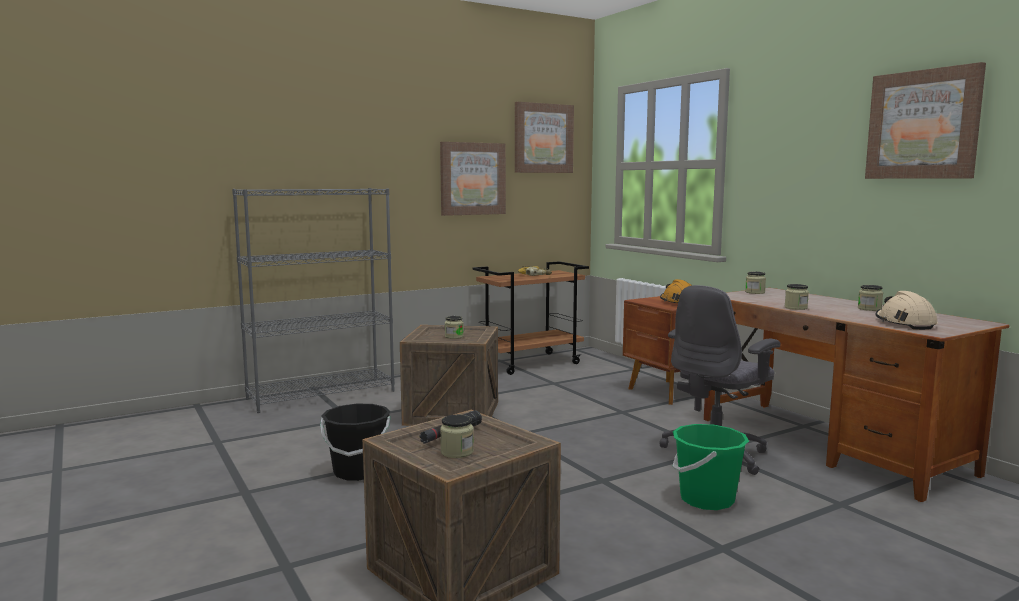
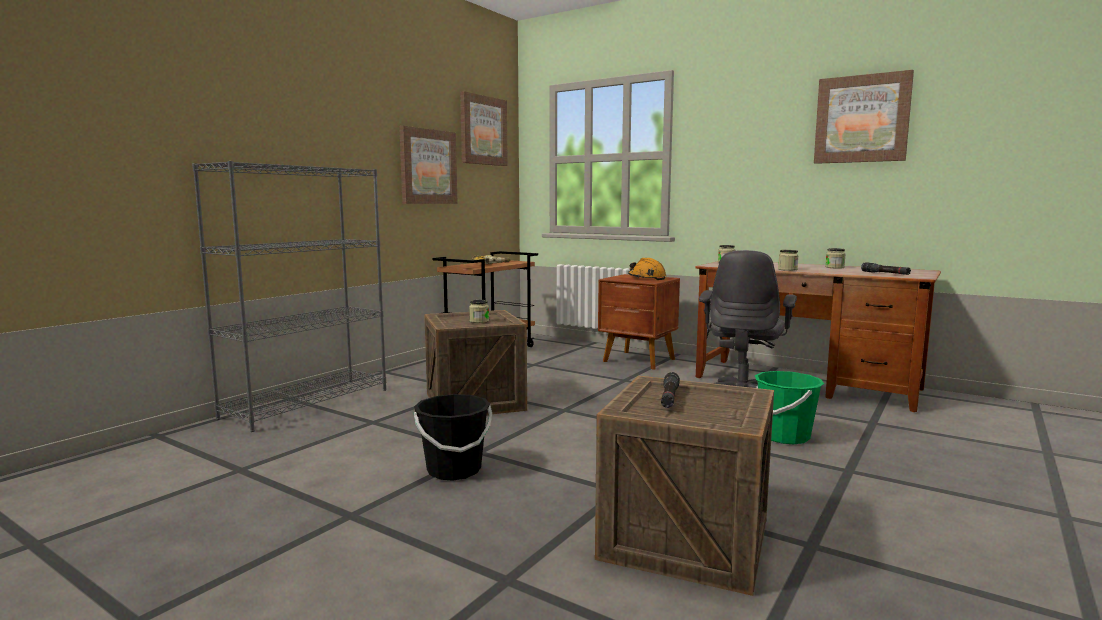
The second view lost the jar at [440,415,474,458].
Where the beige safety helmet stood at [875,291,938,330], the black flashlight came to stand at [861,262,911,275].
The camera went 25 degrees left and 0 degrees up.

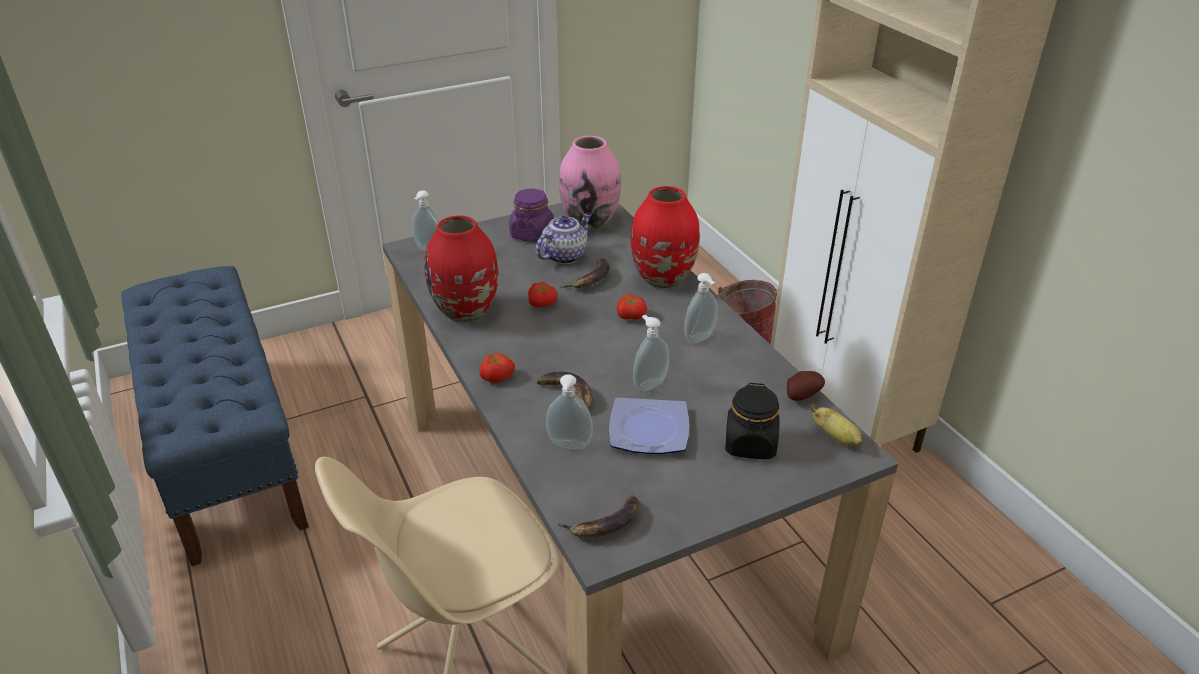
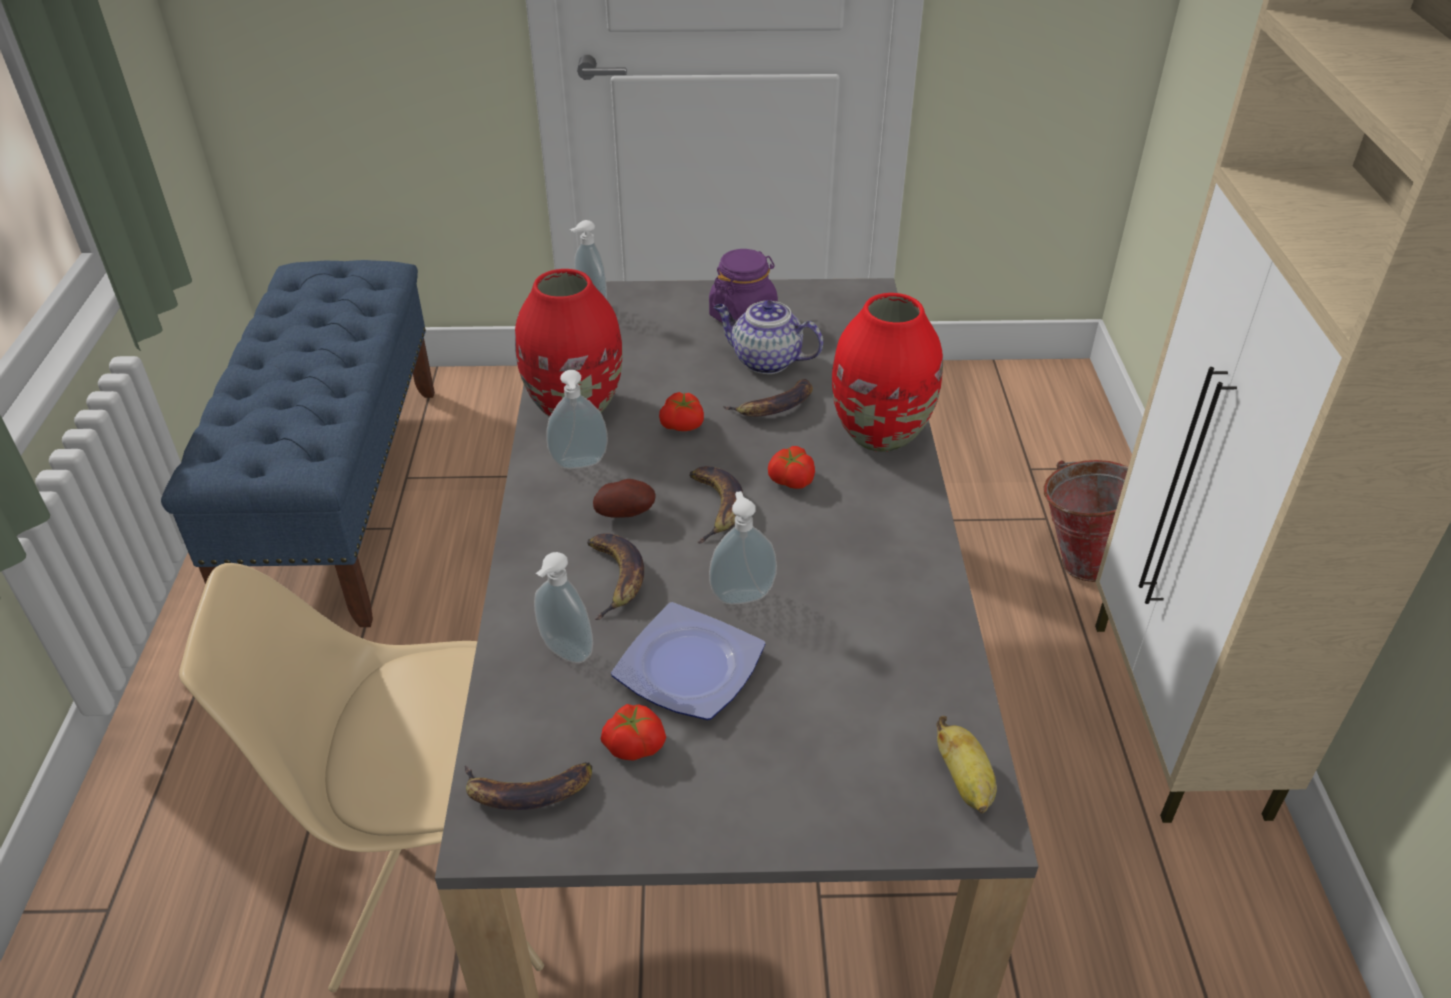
The second view lost the pinkish decorative vase at [559,136,621,230].
The second view lost the black jar at [725,383,780,459].
The second view gained the banana at [689,466,744,543].
The tomato ended up elsewhere, having gone from [479,353,515,383] to [600,704,666,761].
The soap bottle ended up elsewhere, having gone from [684,273,718,343] to [546,370,608,469].
The potato ended up elsewhere, having gone from [787,371,825,401] to [593,479,656,518].
The teapot at [536,213,592,264] ended up facing another way, 135 degrees counterclockwise from before.
The camera went 25 degrees right and 5 degrees up.

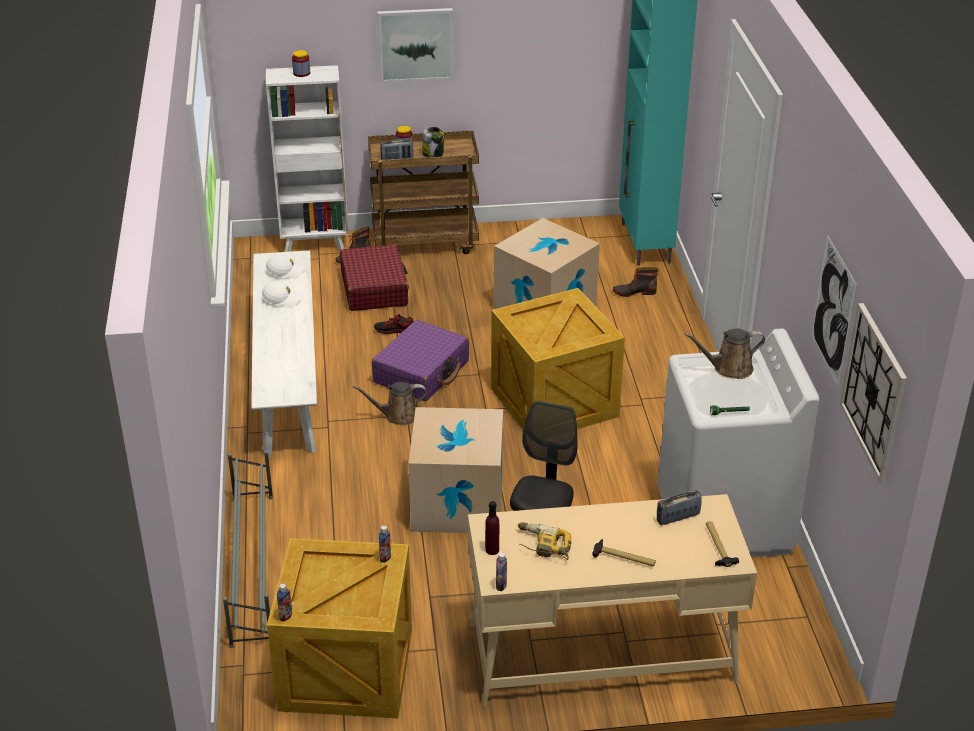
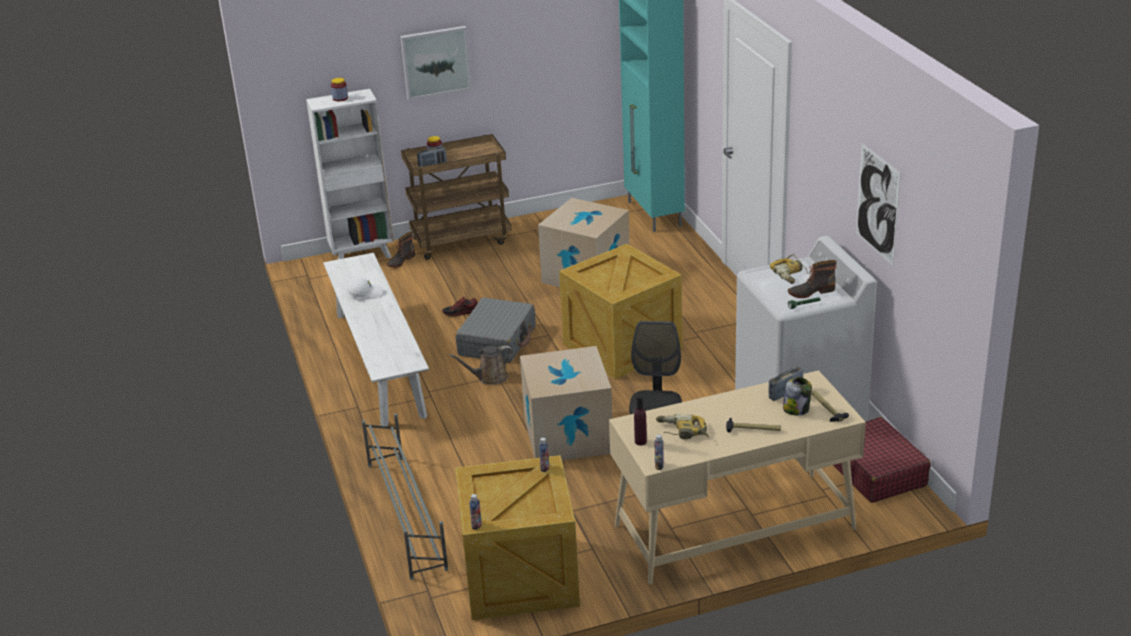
The second view lost the whitish peaked cap at [266,254,306,279].
The second view lost the hanging clock at [840,303,907,483].
The red piece of luggage ended up elsewhere, having gone from [340,244,409,311] to [833,417,931,503].
The jar ended up elsewhere, having gone from [422,127,444,157] to [783,377,812,416].
The boot ended up elsewhere, having gone from [613,267,658,297] to [788,260,837,298].
Where the brownish watering pot stood at [685,328,765,379], the power drill came to stand at [770,254,808,284].
What was the purple-coloured piece of luggage at [372,320,469,401] turned into the greyish piece of luggage at [455,298,536,363].
The camera went 10 degrees left and 5 degrees down.

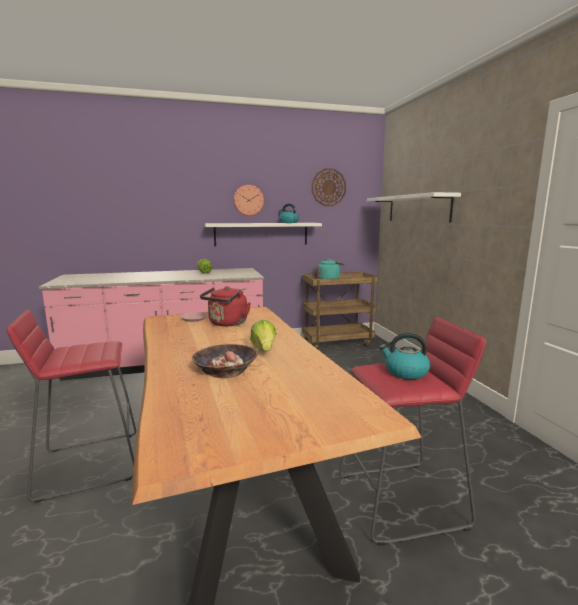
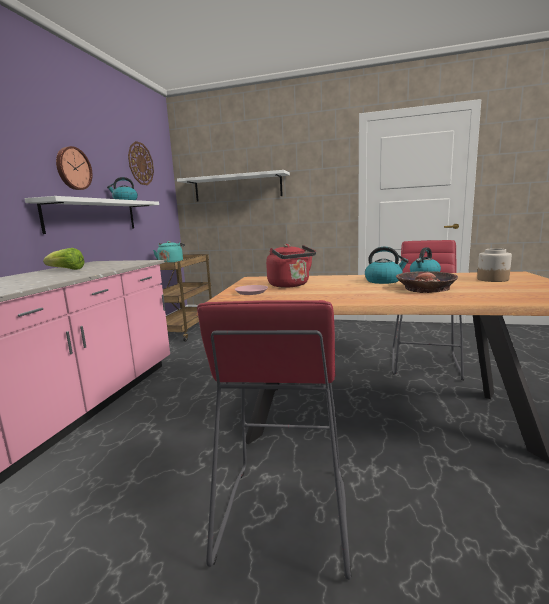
The second view gained the jar at [477,248,512,282].
Where the head of lettuce stood at [250,320,276,351], the water kettle came to stand at [365,247,409,284].
The camera went 60 degrees left and 0 degrees up.

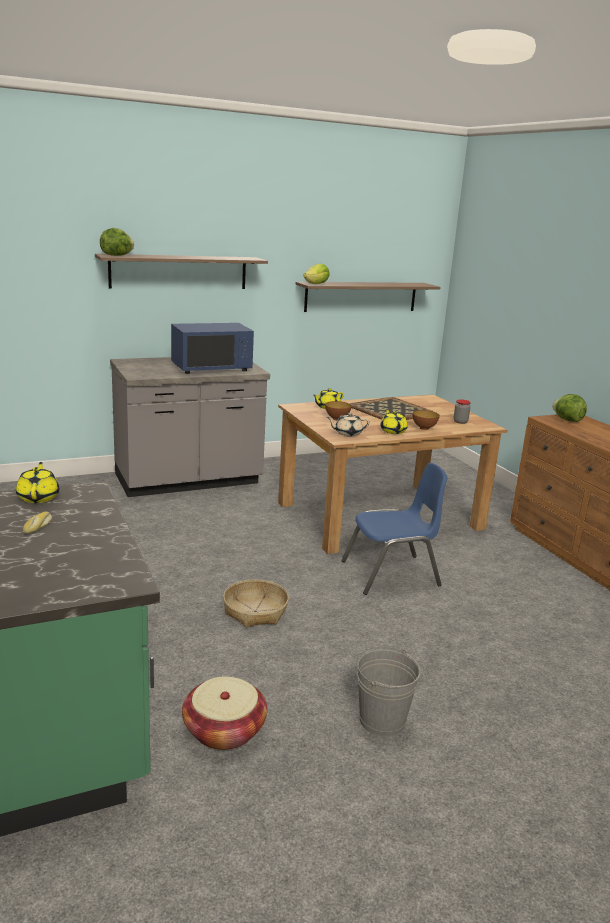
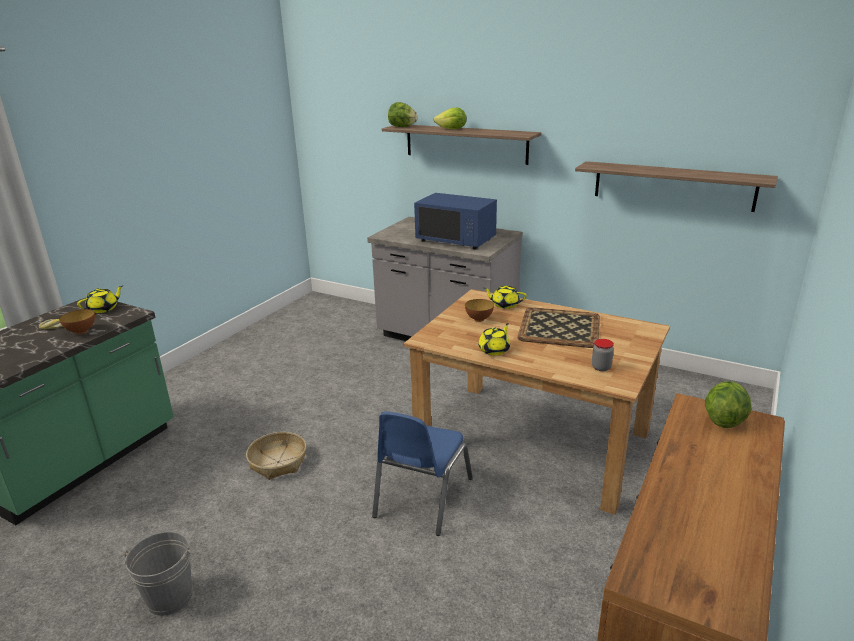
The second view lost the storage basket at [182,676,267,750].
The second view lost the beige teapot at [327,413,370,437].
The head of lettuce ended up elsewhere, having gone from [303,264,330,284] to [433,108,467,129].
The deep dish ended up elsewhere, having gone from [412,410,440,430] to [59,309,95,334].
The blue upright chair at [341,463,447,595] ended up facing another way, 75 degrees clockwise from before.
The camera went 55 degrees right and 5 degrees up.

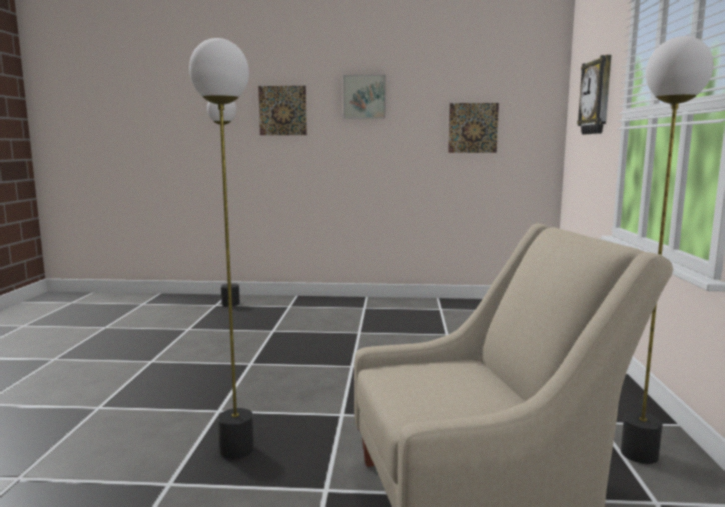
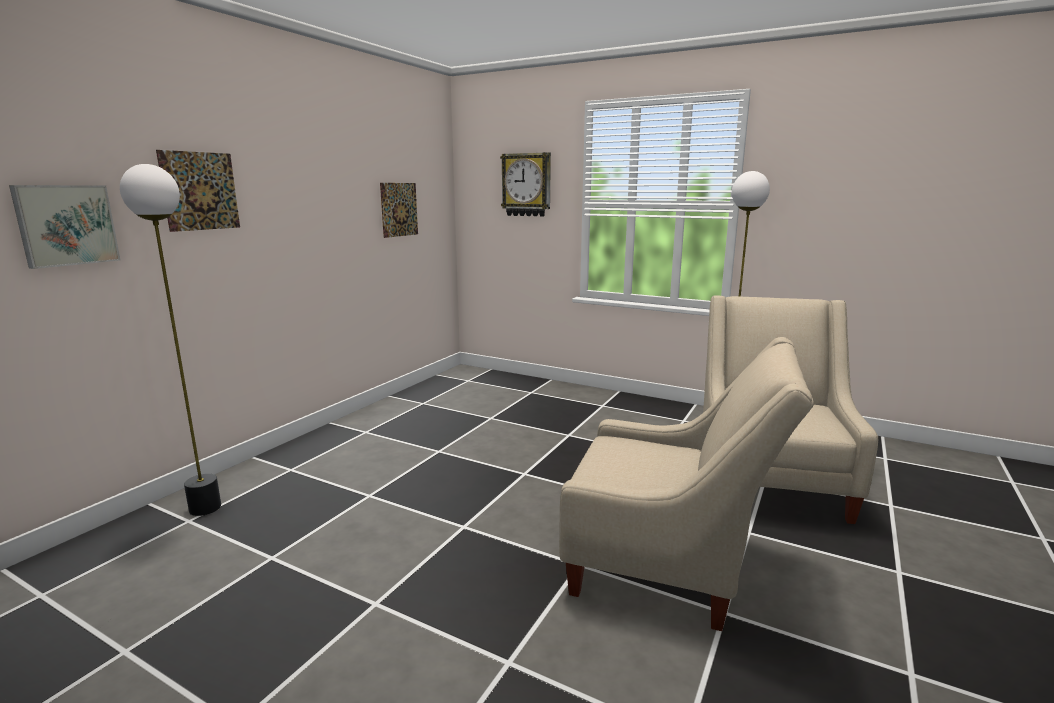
The wall art ended up elsewhere, having gone from [343,75,386,118] to [9,185,120,269].
Where the floor lamp stood at [189,38,254,459], the beige easy chair came to stand at [559,337,814,631].
The camera went 65 degrees left and 5 degrees up.

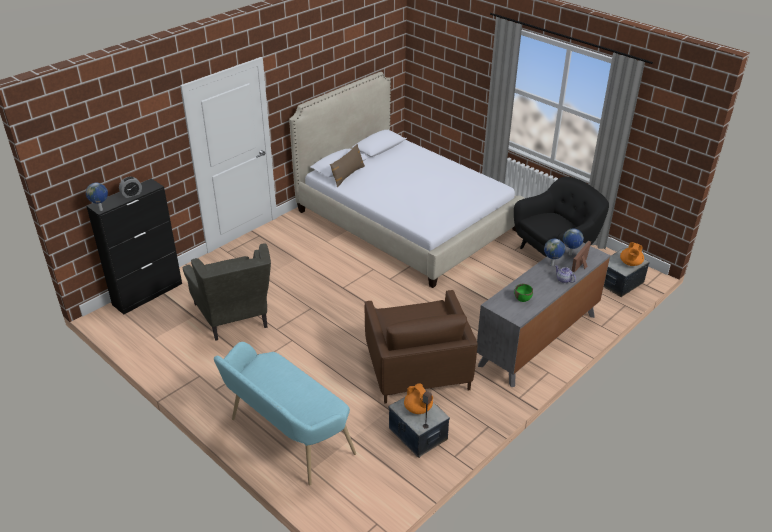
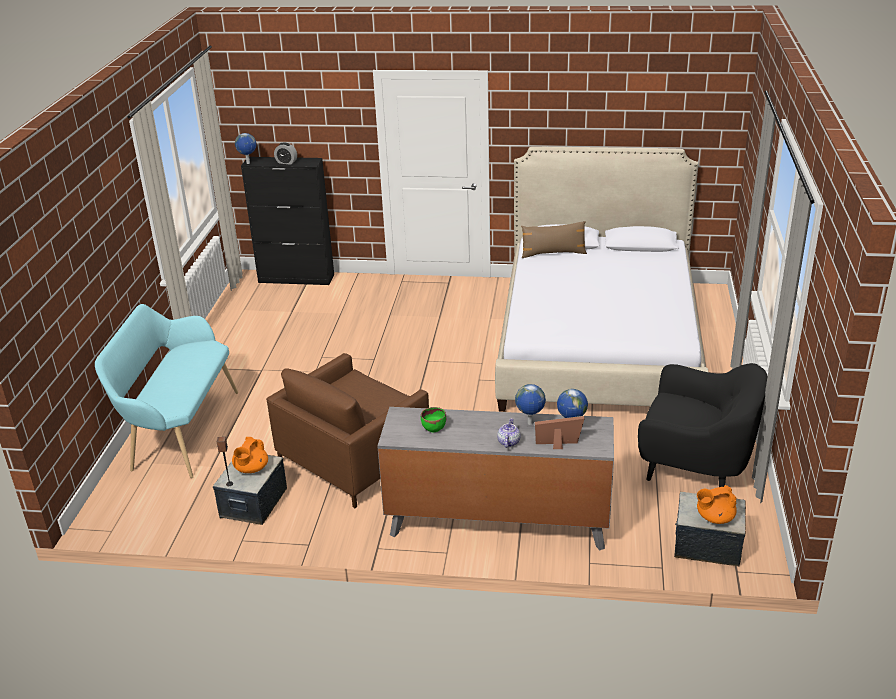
The second view lost the greyish easy chair at [183,243,271,341].
The camera went 55 degrees right and 5 degrees down.

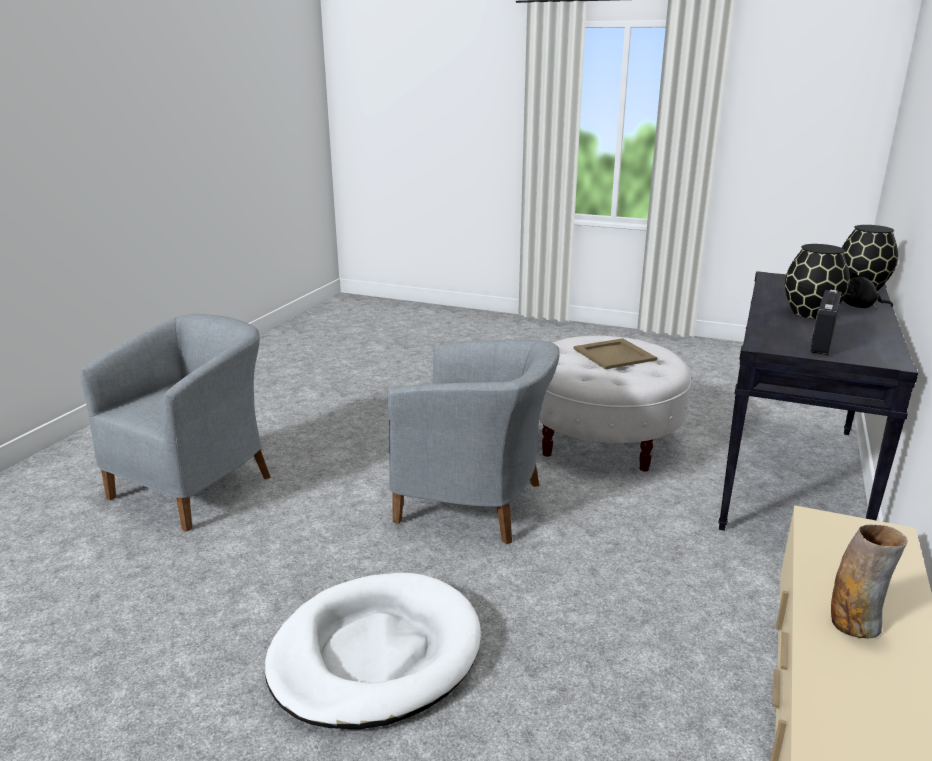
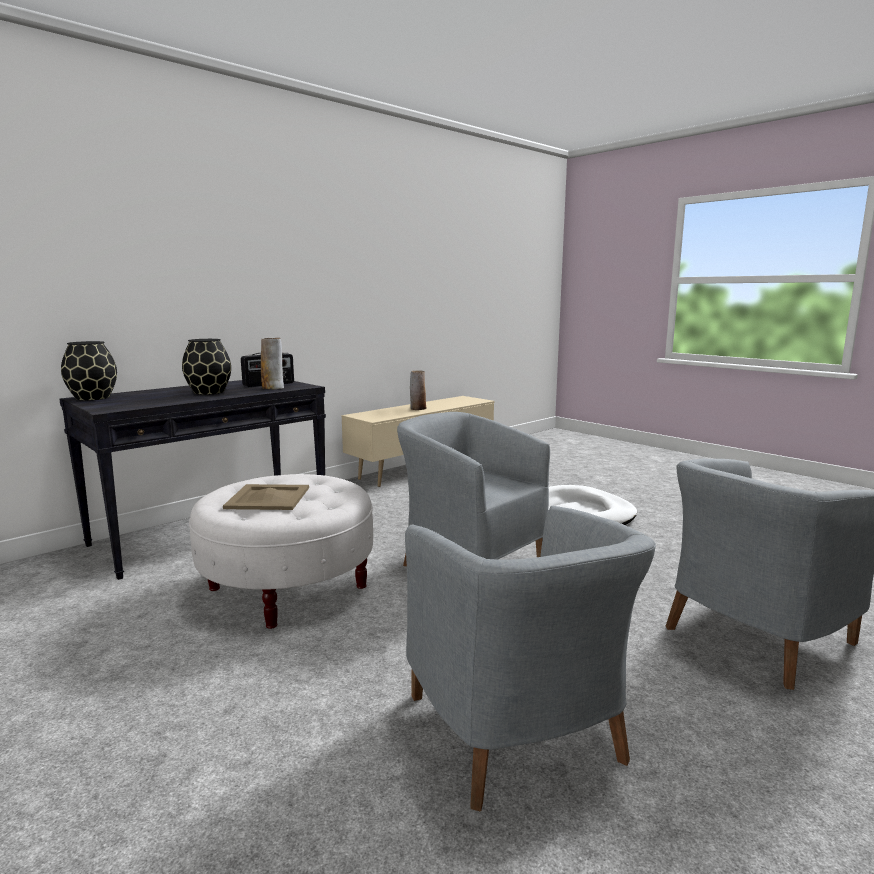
The second view lost the black plush toy at [843,272,893,309].
The second view gained the decorative vase at [261,338,284,389].
The second view gained the greyish easy chair at [405,506,656,811].
The camera went 155 degrees left and 10 degrees down.

